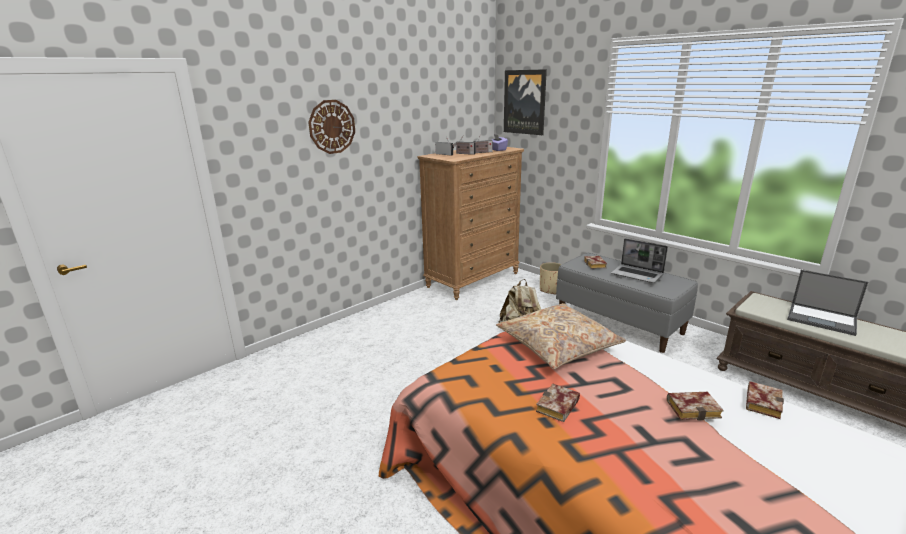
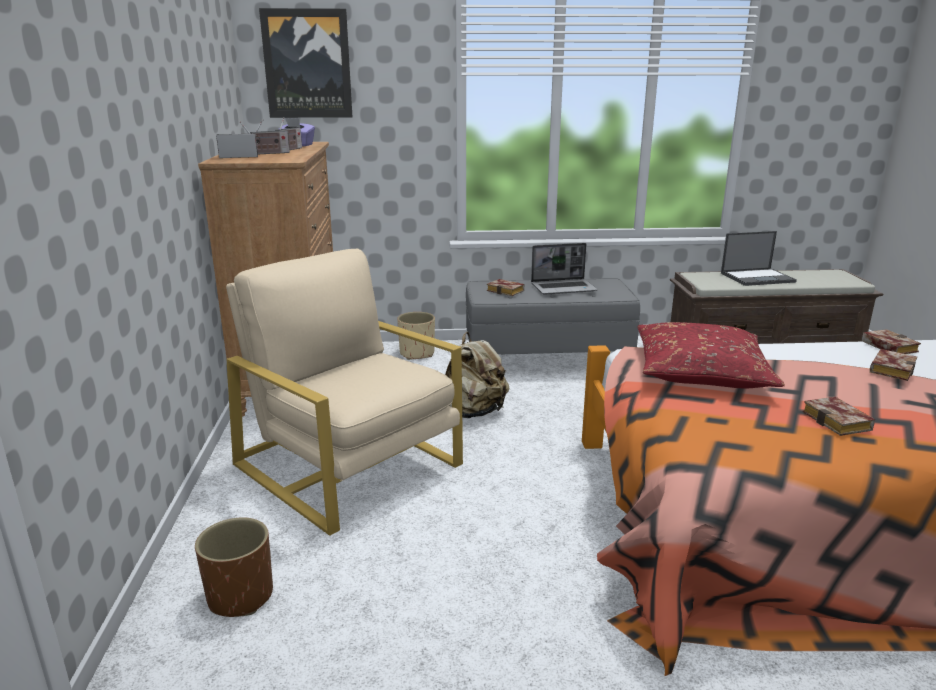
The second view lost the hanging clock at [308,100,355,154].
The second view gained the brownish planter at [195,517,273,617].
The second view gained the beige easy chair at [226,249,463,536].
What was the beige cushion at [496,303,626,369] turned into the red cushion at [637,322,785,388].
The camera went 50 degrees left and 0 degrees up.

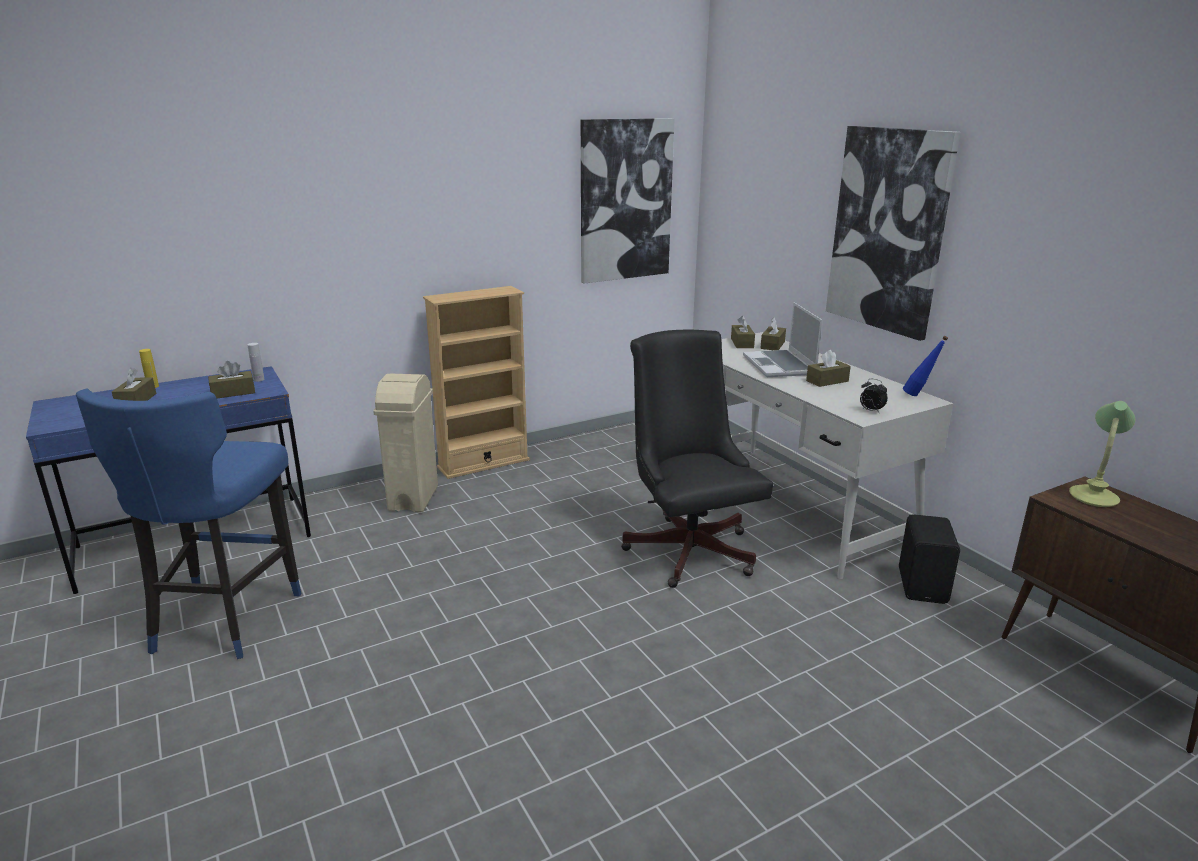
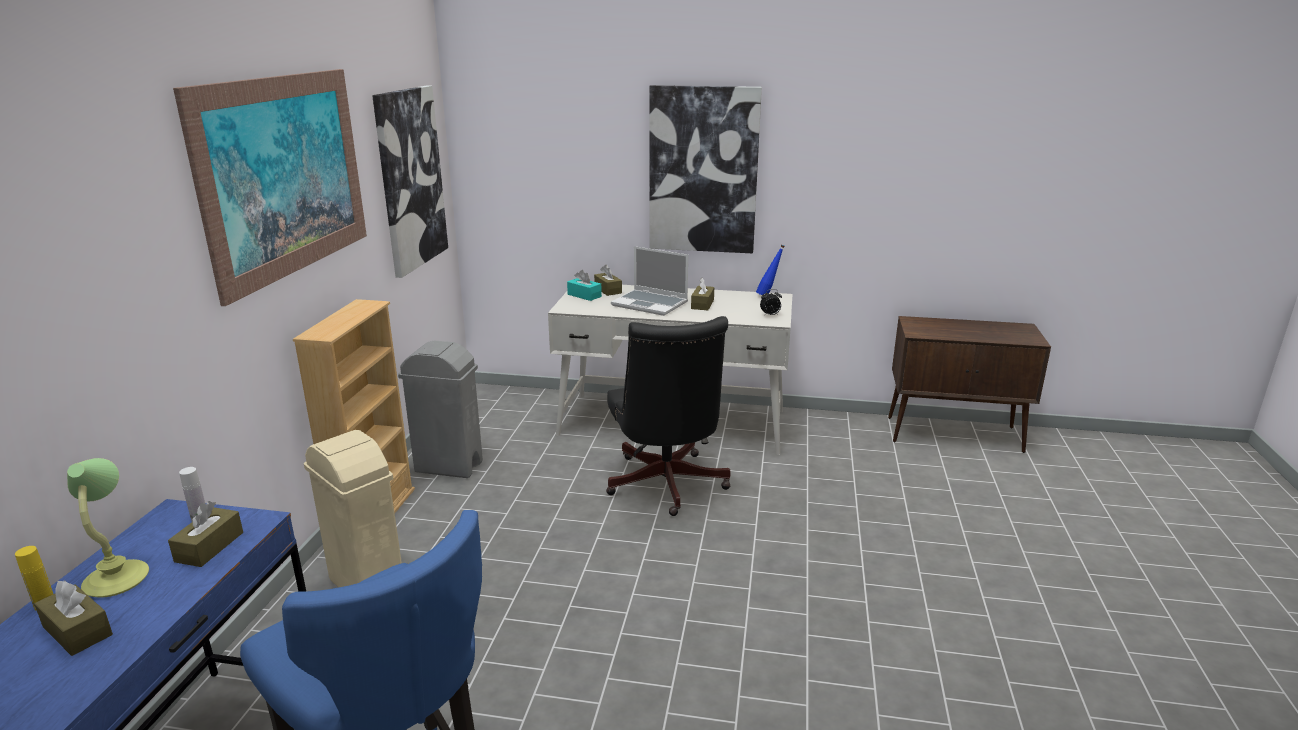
The second view lost the black speaker at [899,514,960,604].
The second view gained the wall art at [173,69,367,306].
The second view gained the greyish rubbish bin at [398,341,483,478].
The tabletop lamp ended up elsewhere, having gone from [1069,401,1135,507] to [67,458,149,598].
What was the brownish tissue holder at [731,316,755,348] turned into the blue-green tissue holder at [567,270,602,301].
The black office chair at [621,330,773,588] ended up facing another way, 120 degrees counterclockwise from before.
The camera went 50 degrees left and 0 degrees up.

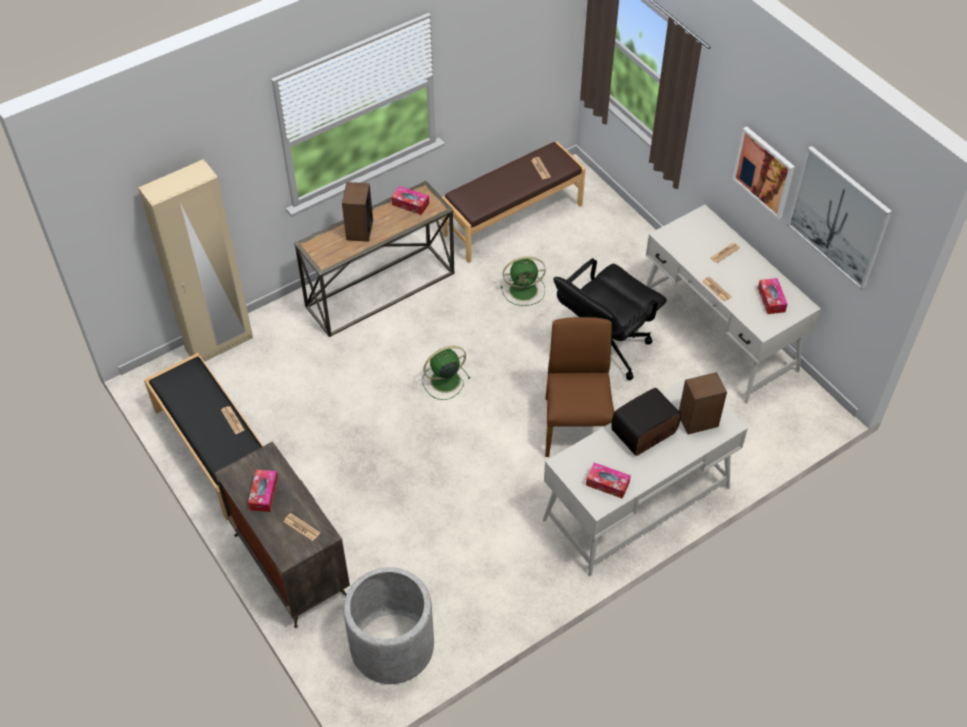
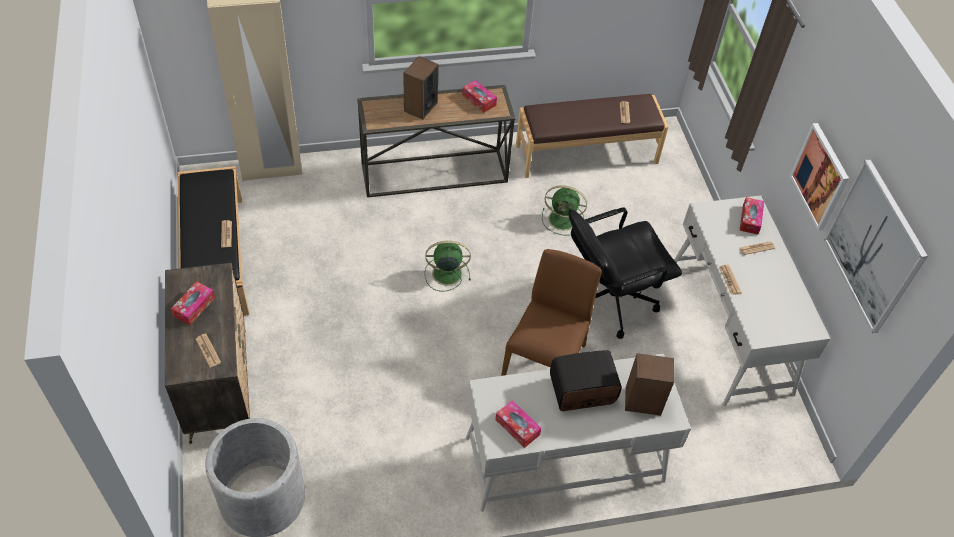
The tissue holder ended up elsewhere, having gone from [758,278,788,314] to [740,197,764,235].
The camera went 20 degrees right and 0 degrees up.

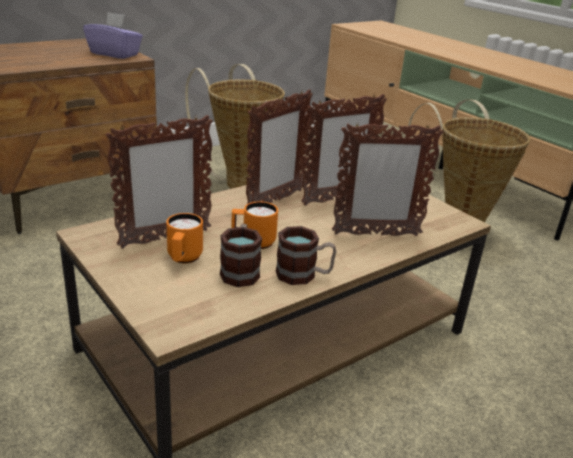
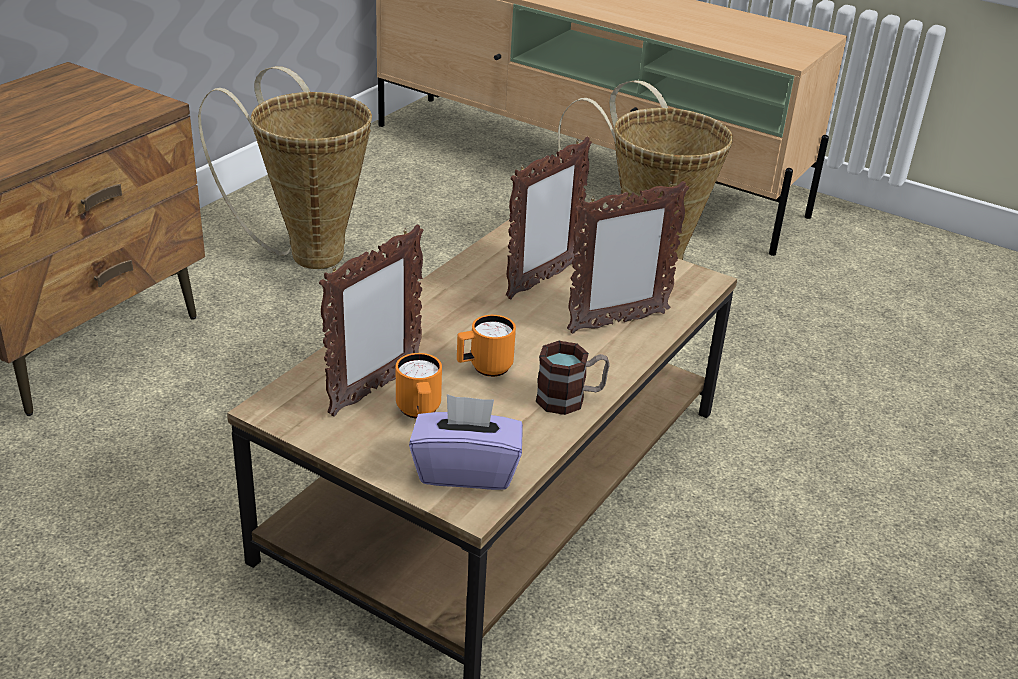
The second view lost the coffee mug at [220,224,262,287].
The second view lost the photo frame at [246,89,313,204].
The purple-coloured tissue holder ended up elsewhere, having gone from [83,12,143,59] to [409,394,523,490].
The camera went 20 degrees left and 5 degrees up.

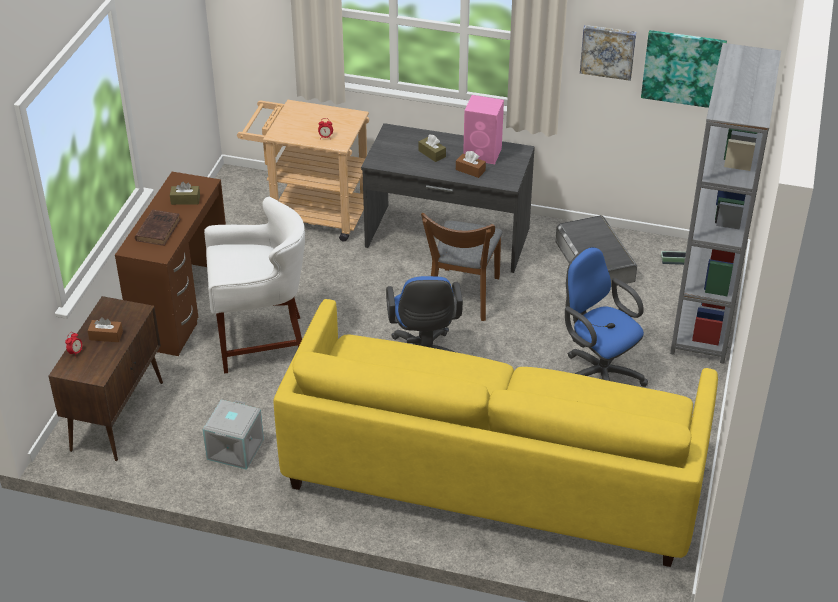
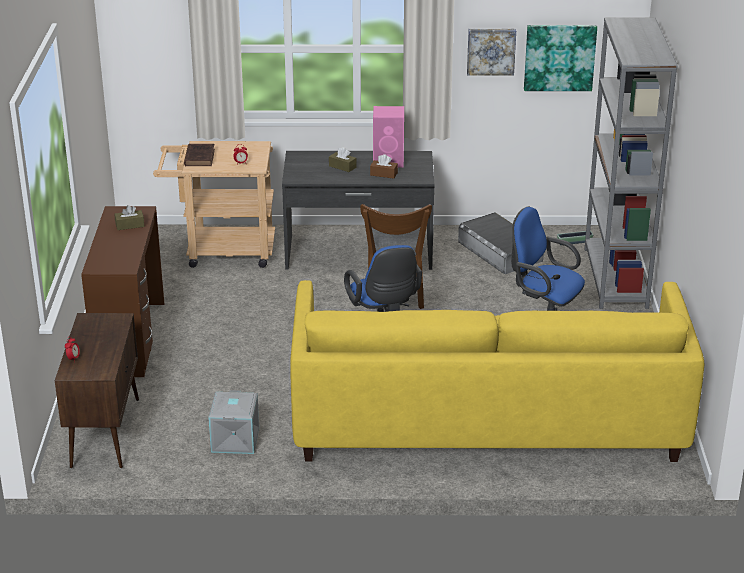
The second view lost the brownish tissue holder at [87,317,123,342].
The second view lost the whitish stool at [204,197,305,373].
The brownish volume ended up elsewhere, having gone from [135,209,181,246] to [184,144,215,166].
The camera went 15 degrees left and 10 degrees down.

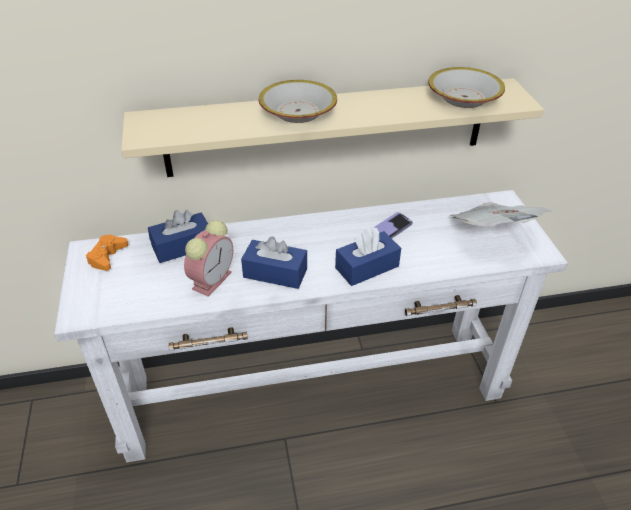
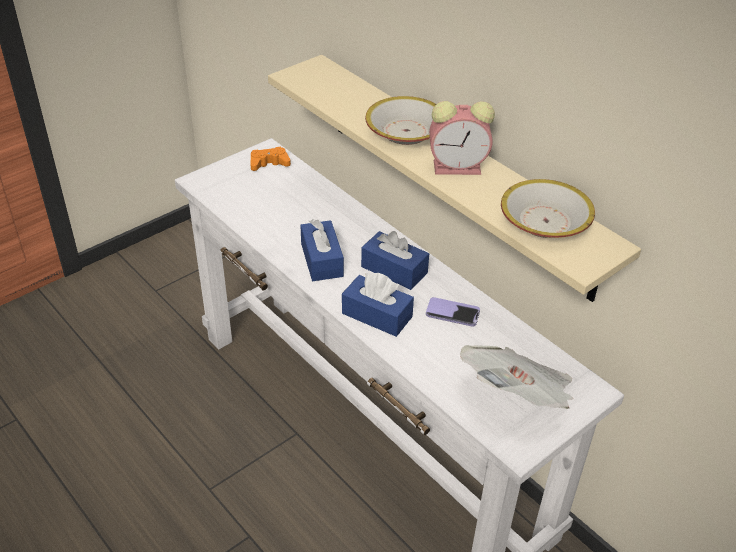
The blue tissue holder ended up elsewhere, having gone from [148,210,208,263] to [361,231,429,290].
The alarm clock ended up elsewhere, having gone from [184,220,233,297] to [429,101,495,175].
The camera went 60 degrees right and 0 degrees up.

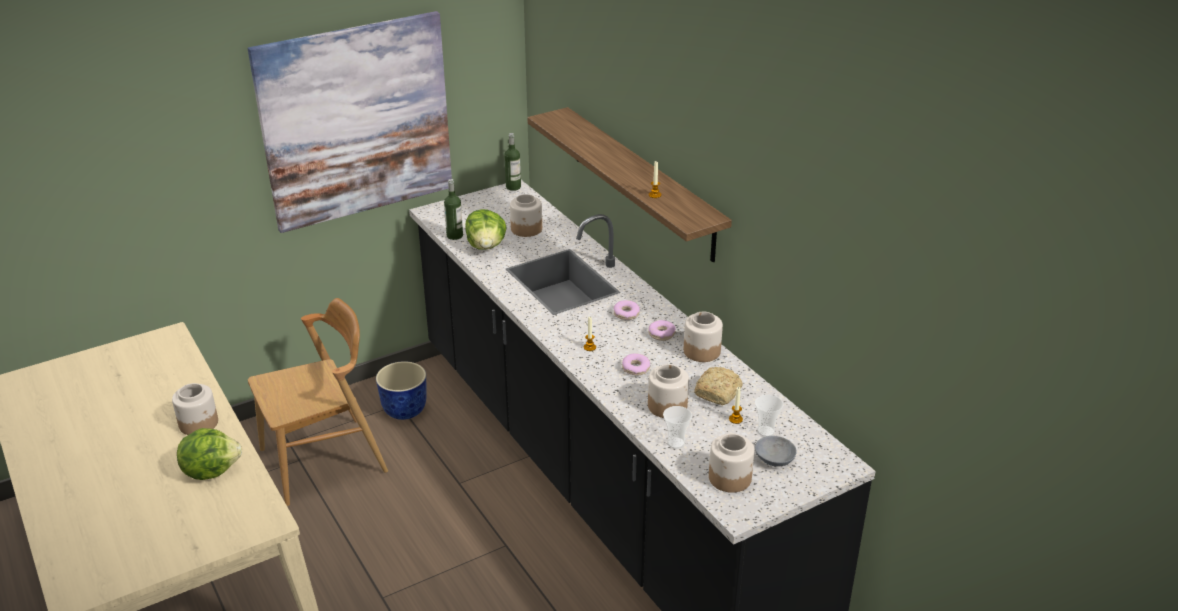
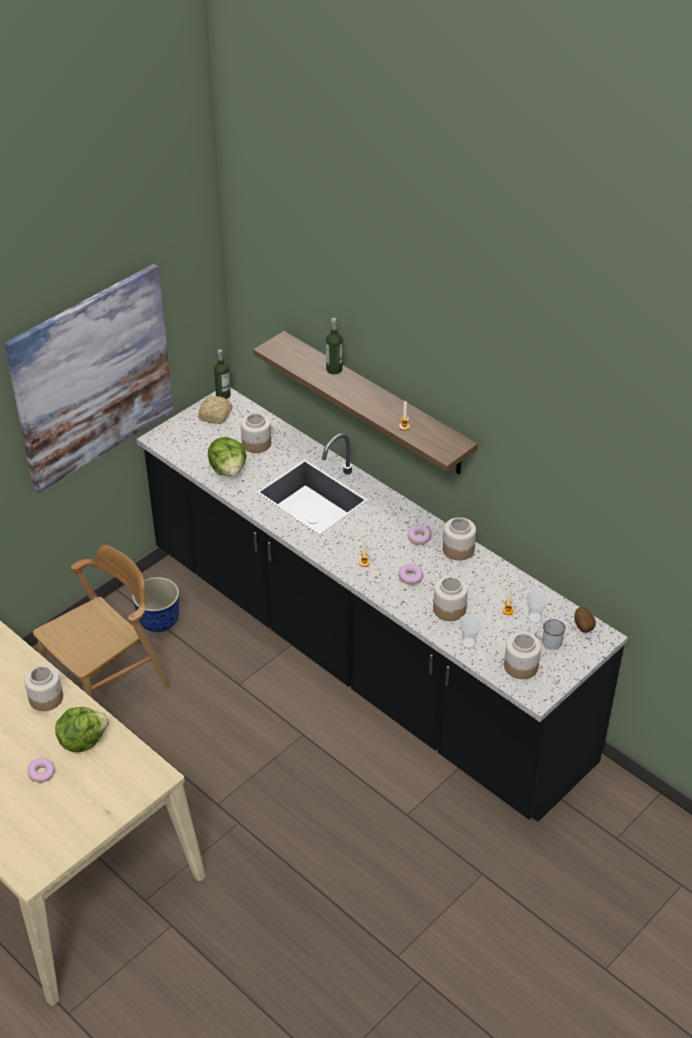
The second view gained the potato at [574,607,596,632].
The bottle ended up elsewhere, having gone from [444,179,463,240] to [326,318,342,374].
The doughnut ended up elsewhere, having gone from [614,300,640,320] to [28,758,55,782].
The baked bread ended up elsewhere, having gone from [694,367,743,405] to [198,396,232,424].
Where the greyish deep dish stood at [755,436,797,467], the whitish coffee mug came to stand at [535,619,565,649].
The camera went 15 degrees left and 10 degrees up.

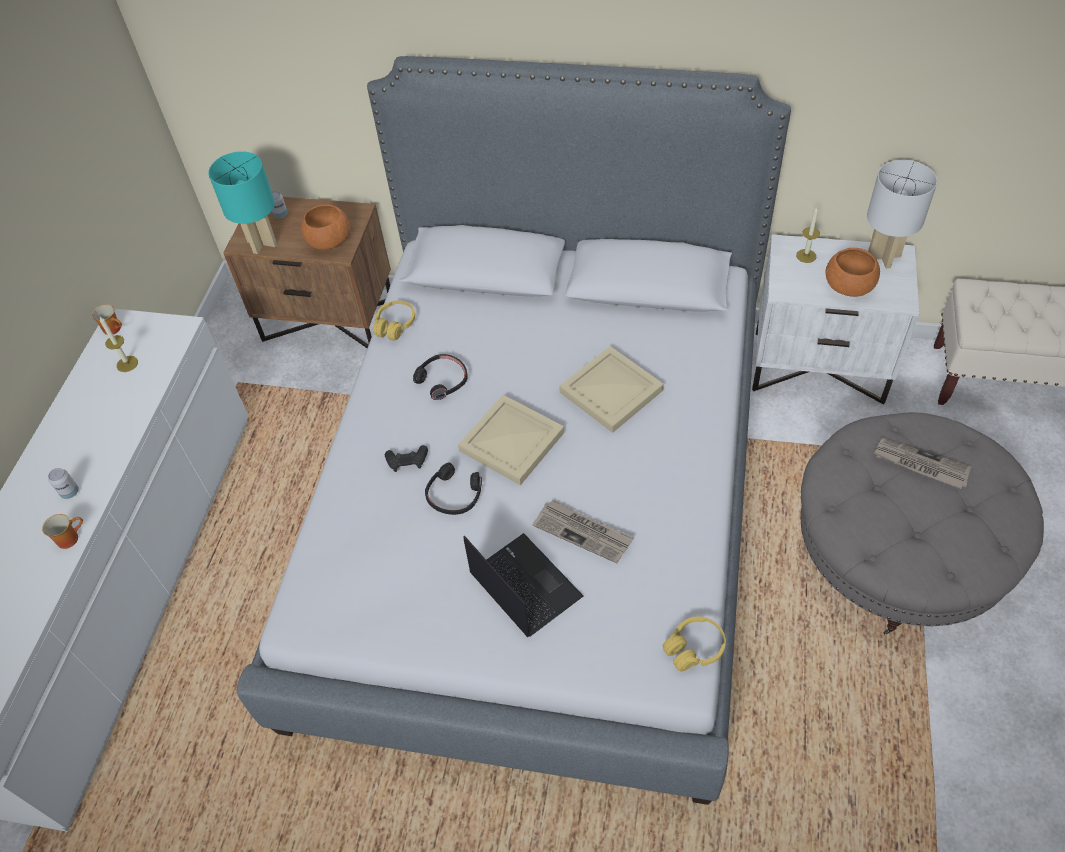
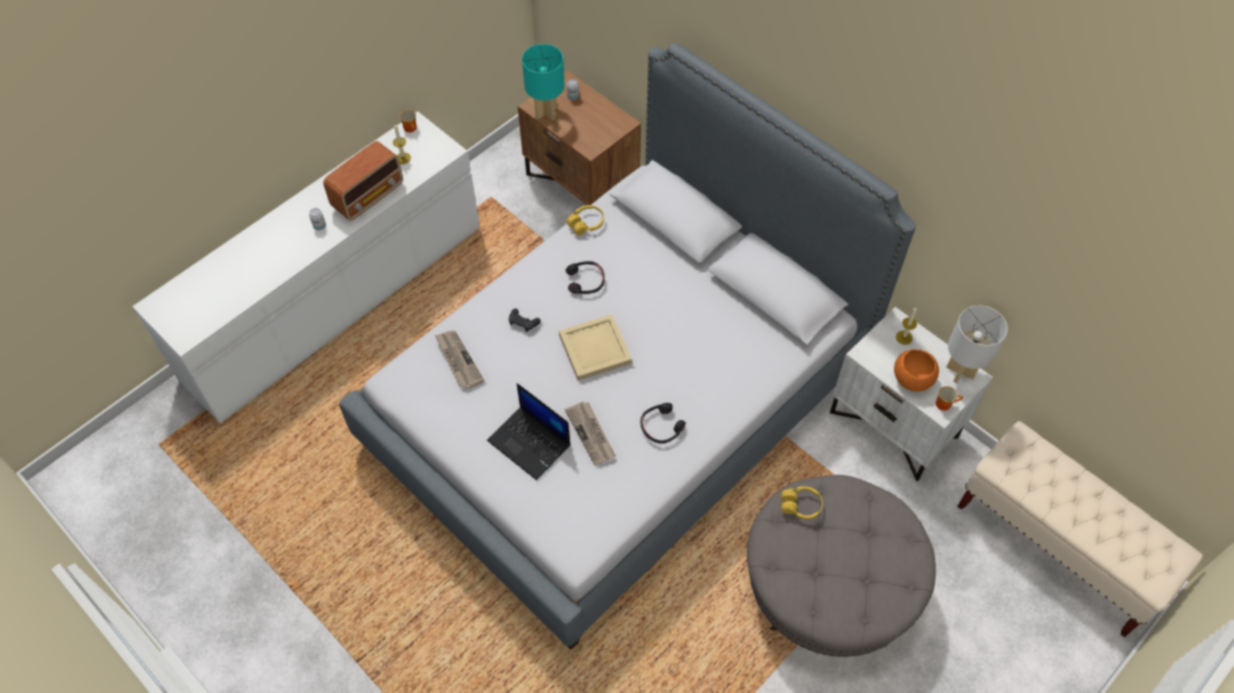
The second view lost the orange deep dish at [301,204,350,250].
The second view lost the beige tray at [559,346,664,433].
The second view gained the radio receiver at [323,141,403,221].
The coffee mug ended up elsewhere, having gone from [42,514,83,549] to [936,386,963,411].
The black headphones ended up elsewhere, having gone from [425,462,482,515] to [641,403,685,443].
The yellow-coloured headphones ended up elsewhere, having gone from [663,616,726,672] to [781,486,823,519].
The daily paper ended up elsewhere, having gone from [874,438,972,489] to [435,330,484,389].
The portable computer at [464,533,583,637] ended up facing another way, 135 degrees clockwise from before.
The camera went 30 degrees right and 5 degrees up.

